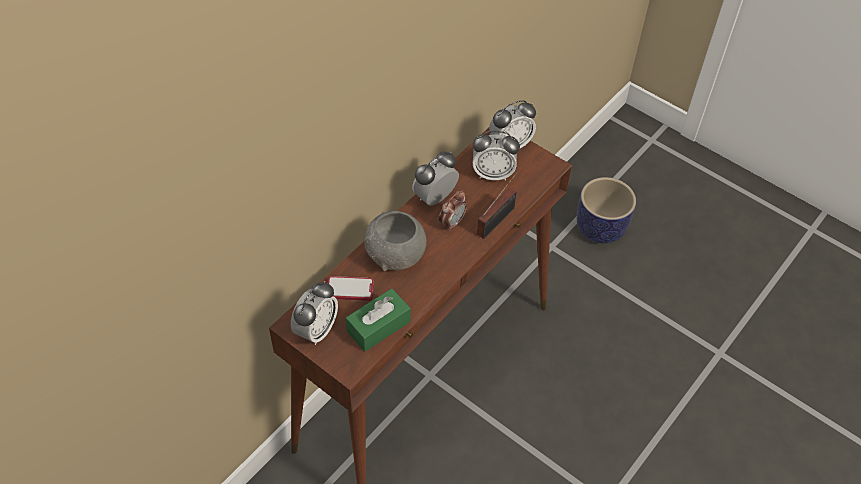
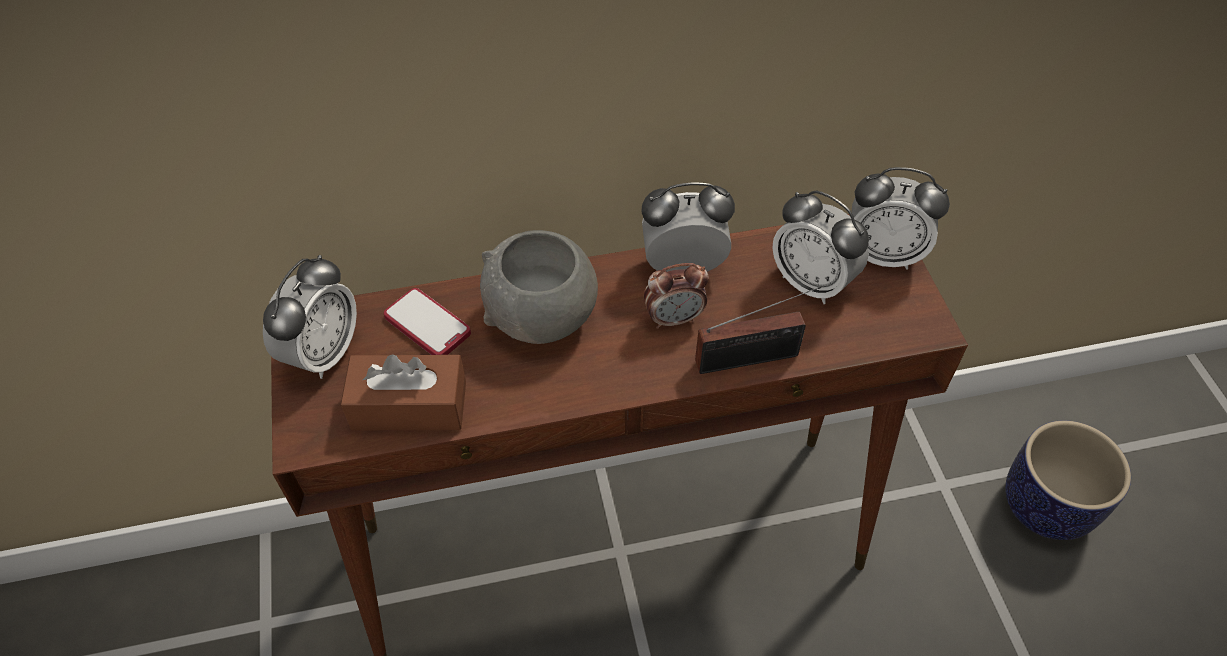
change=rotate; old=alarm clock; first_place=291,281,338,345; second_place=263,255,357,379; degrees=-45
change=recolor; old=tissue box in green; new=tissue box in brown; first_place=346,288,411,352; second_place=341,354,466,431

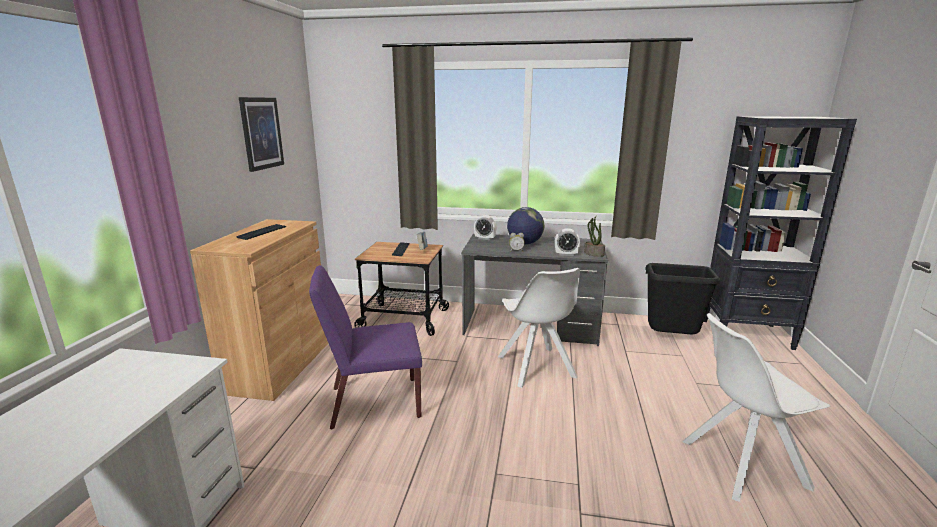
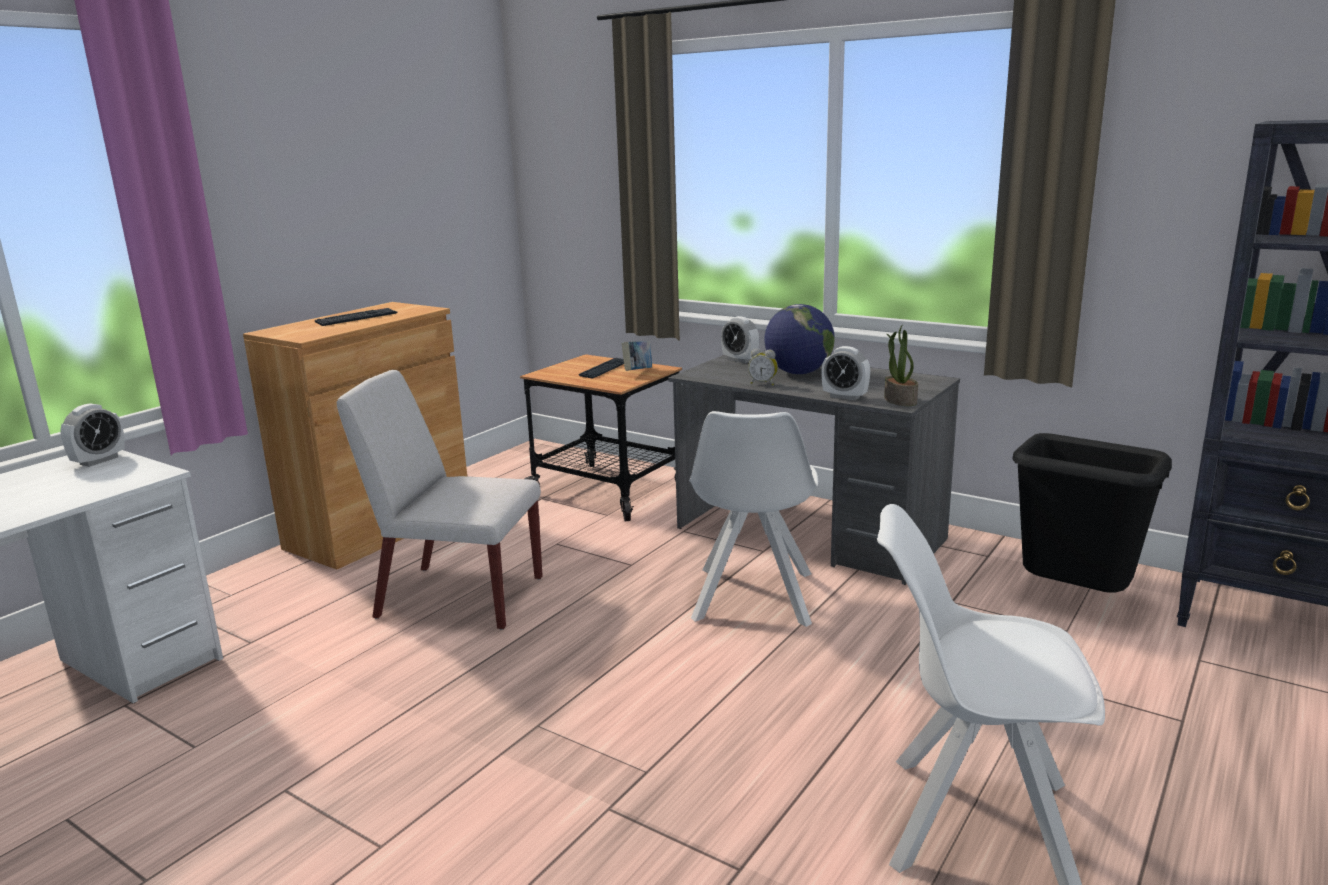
change=insert; new=alarm clock; second_place=60,403,125,467
change=recolor; old=chair in purple; new=chair in white; first_place=309,265,422,429; second_place=337,370,543,630
change=delete; old=picture; first_place=239,97,284,172

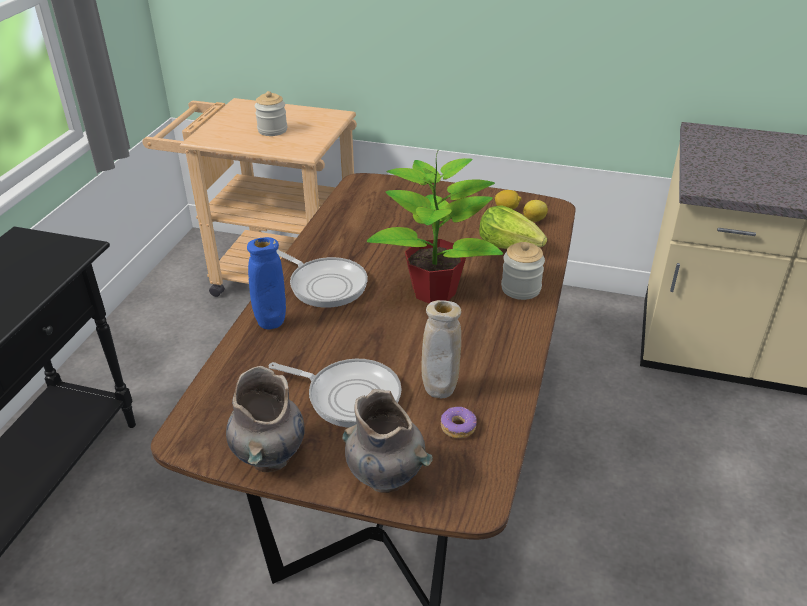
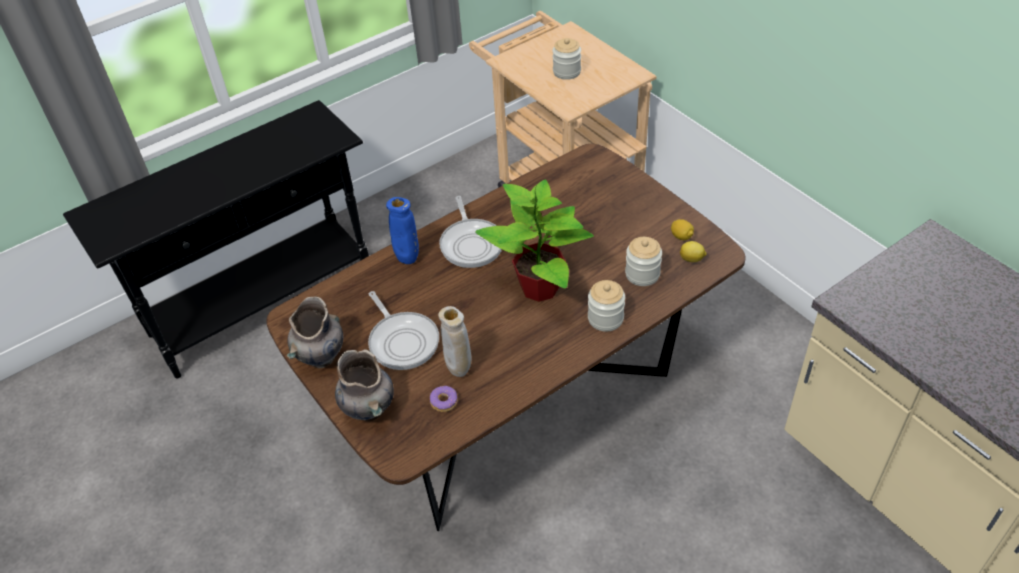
change=replace; old=lettuce; new=jar; first_place=479,205,547,249; second_place=625,237,662,286

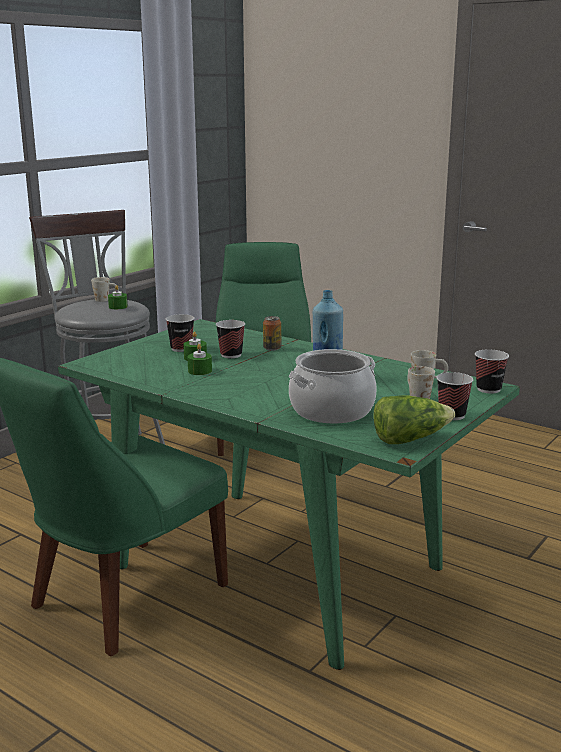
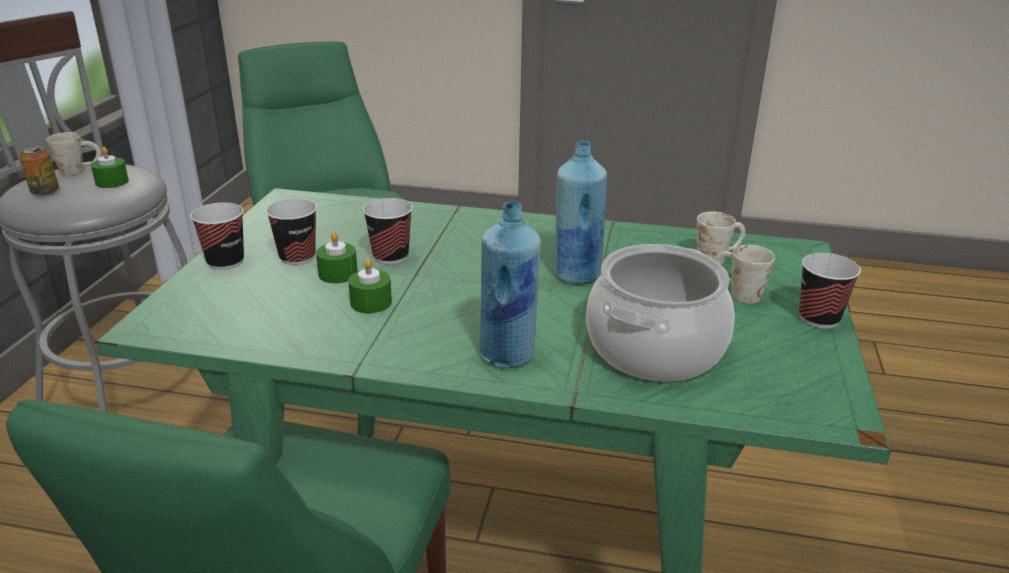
change=move; old=can; first_place=263,316,282,351; second_place=20,145,59,196
change=move; old=cup; first_place=475,349,509,394; second_place=191,202,244,270
change=insert; new=bottle in blue; second_place=479,202,541,368
change=delete; old=lettuce; first_place=373,395,455,444

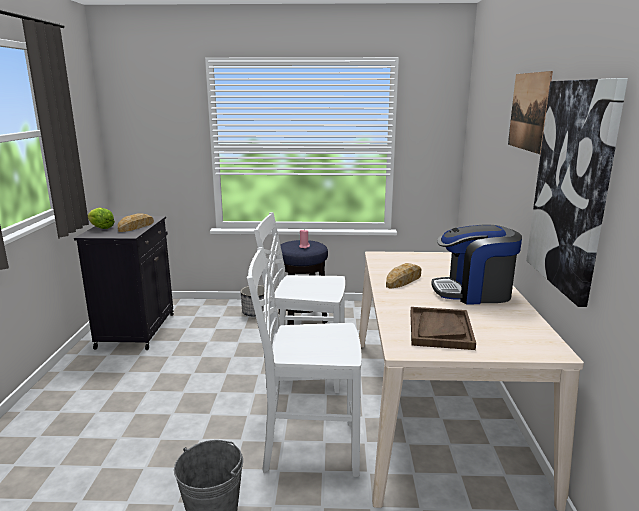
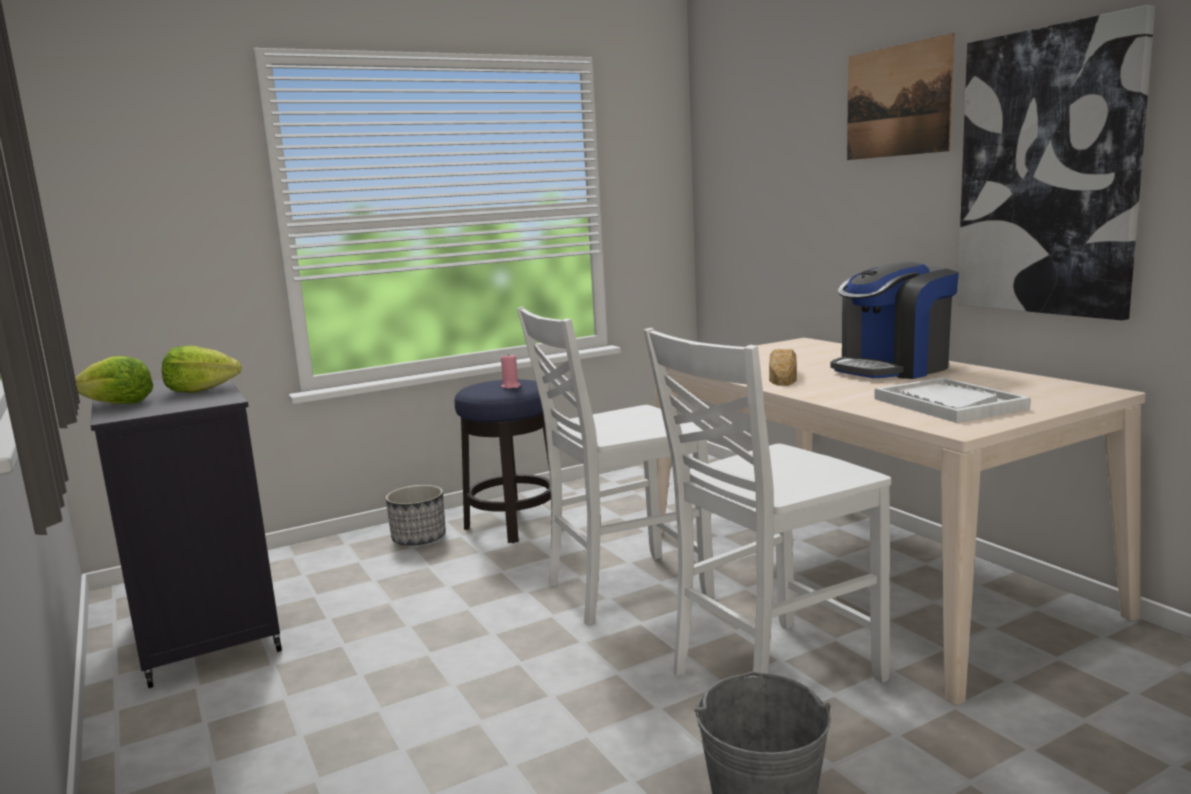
change=replace; old=bread; new=lettuce; first_place=117,213,154,232; second_place=162,345,241,392
change=recolor; old=tray in brown; new=tray in white; first_place=410,307,476,350; second_place=874,377,1031,423

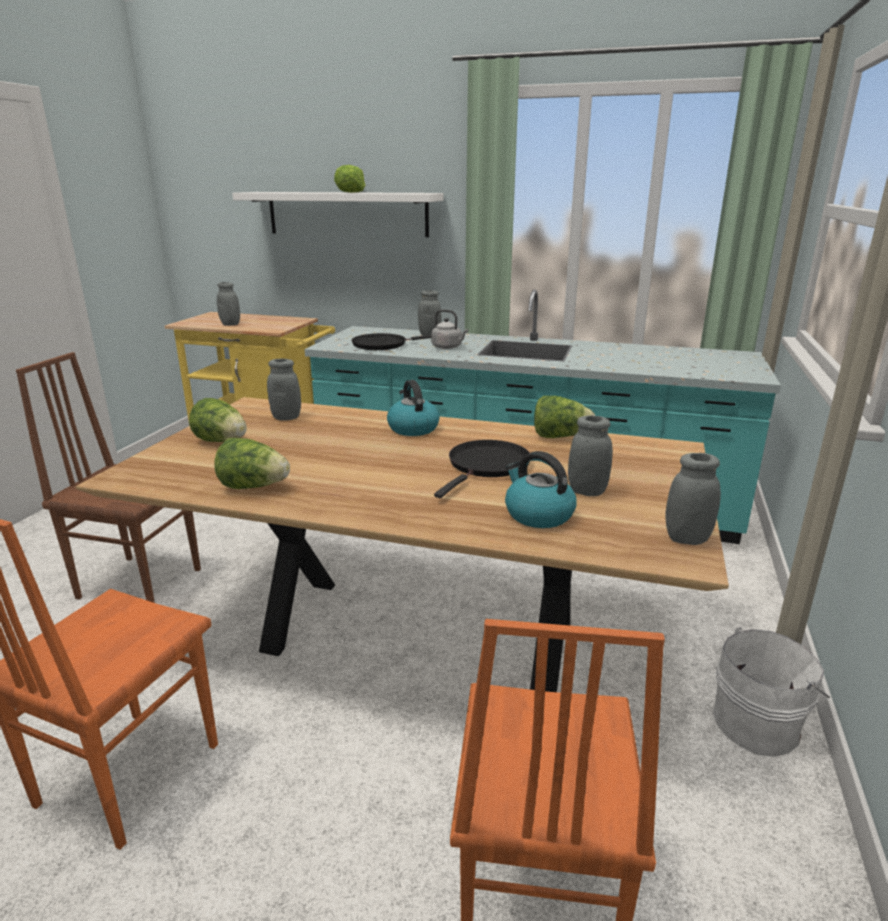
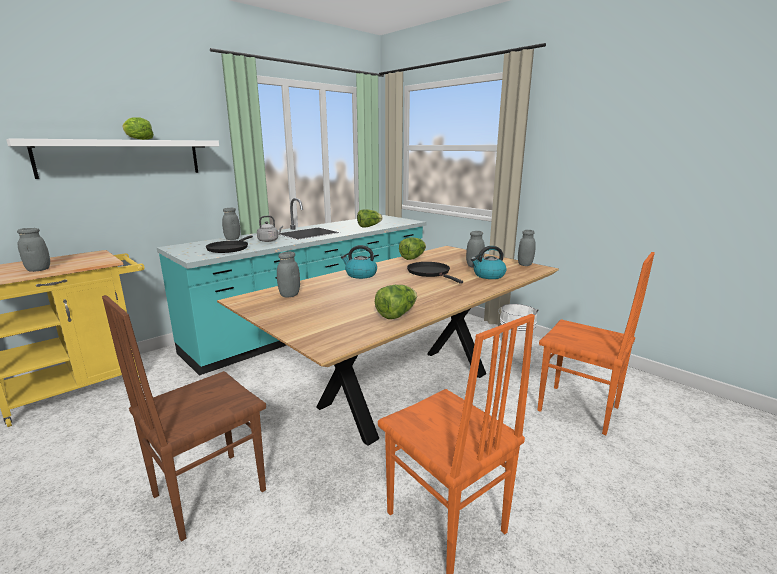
change=move; old=lettuce; first_place=189,398,247,442; second_place=357,209,382,228

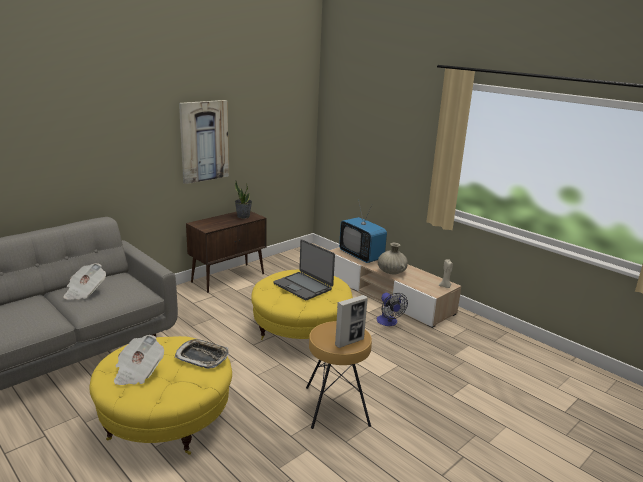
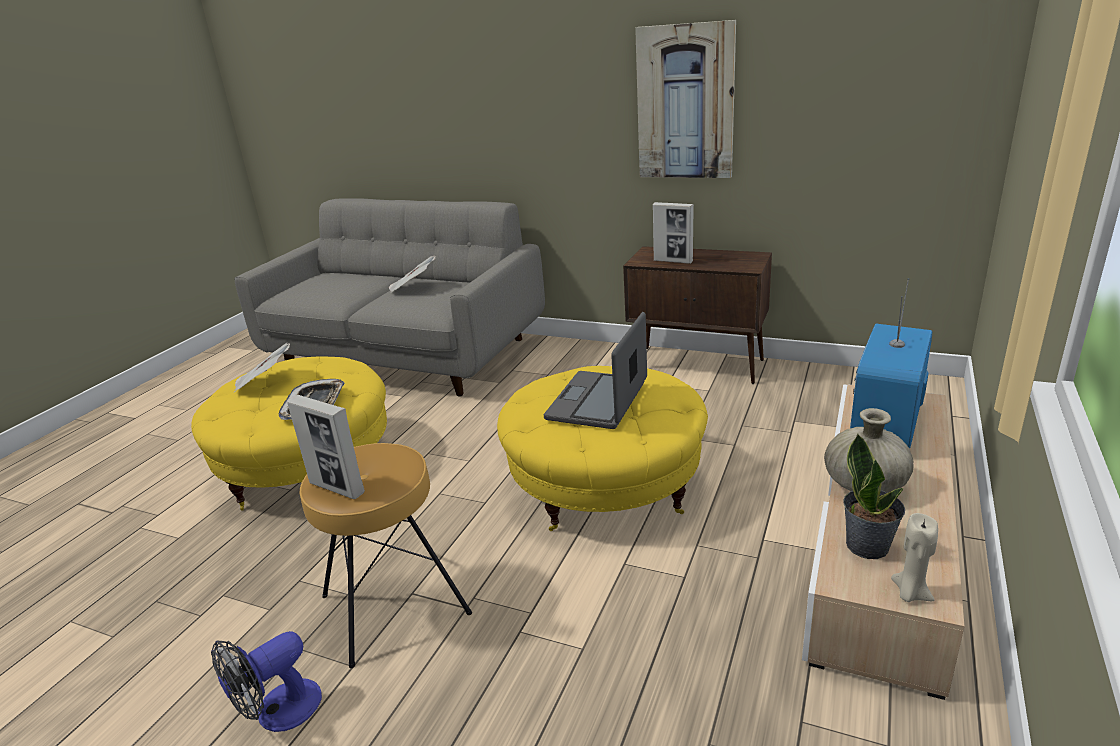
change=move; old=fan; first_place=377,293,408,326; second_place=211,631,322,732
change=insert; new=picture frame; second_place=653,202,694,264
change=move; old=potted plant; first_place=235,181,252,219; second_place=843,433,905,559

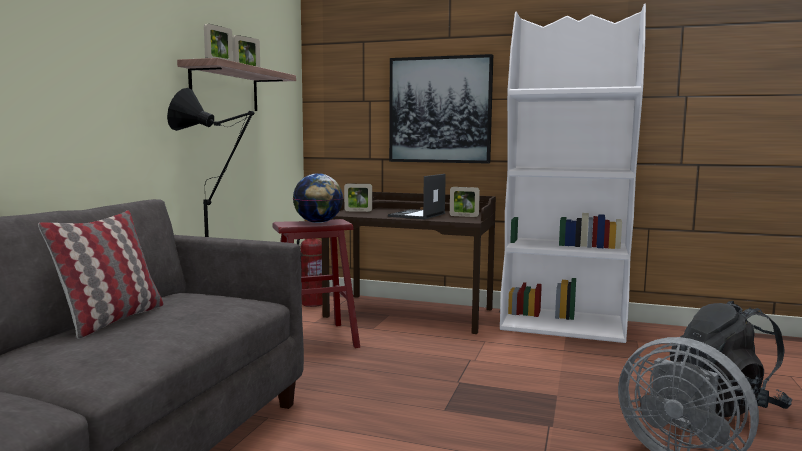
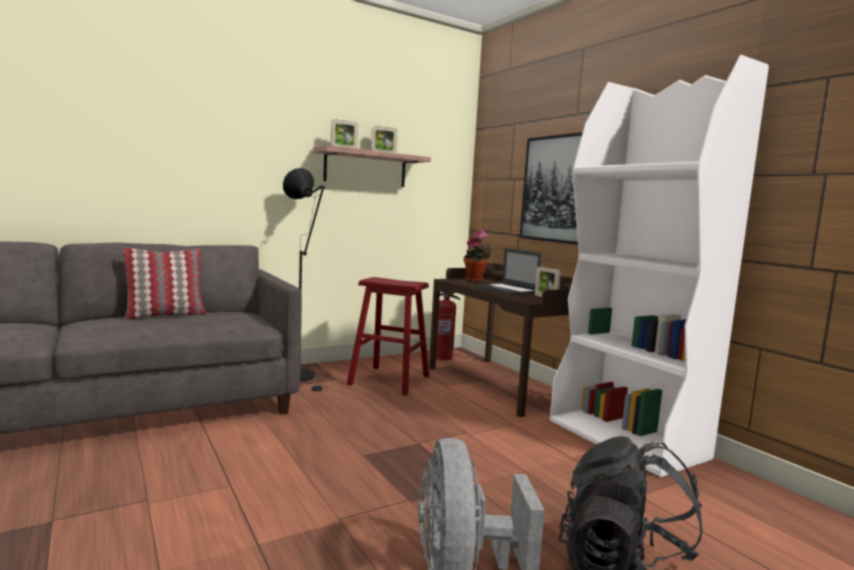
change=replace; old=picture frame; new=potted plant; first_place=344,184,372,212; second_place=464,230,493,282
change=rotate; old=laptop; first_place=388,174,446,219; second_place=476,248,542,295; degrees=-105
change=delete; old=globe; first_place=293,173,343,223

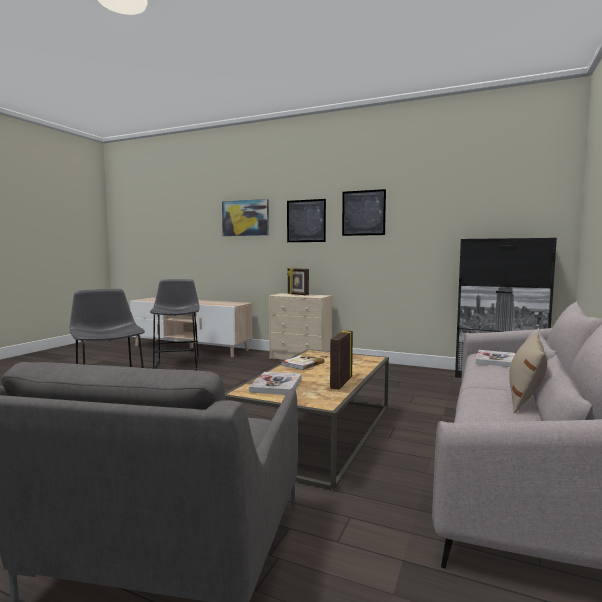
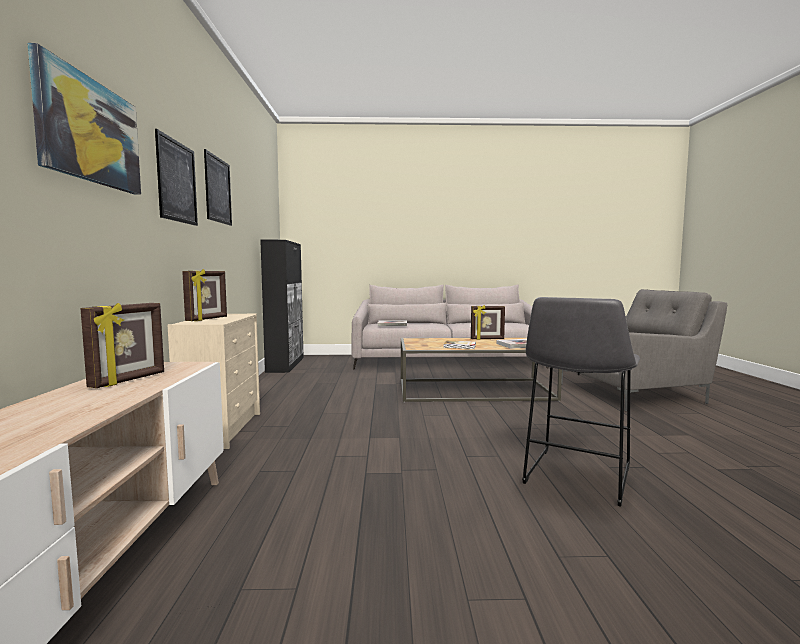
change=insert; new=picture frame; second_place=80,303,164,388
change=delete; old=stool in grey; first_place=150,279,200,370
change=delete; old=pillow in beige; first_place=509,332,547,413

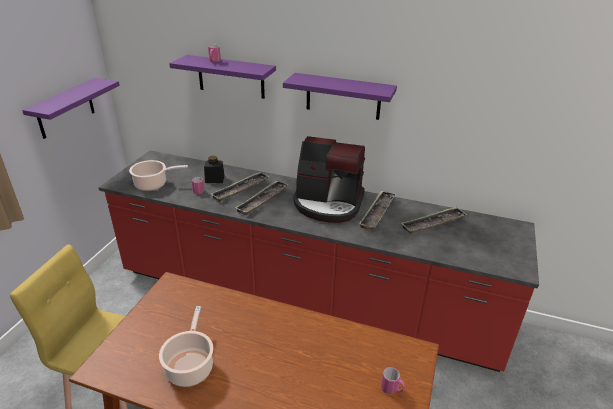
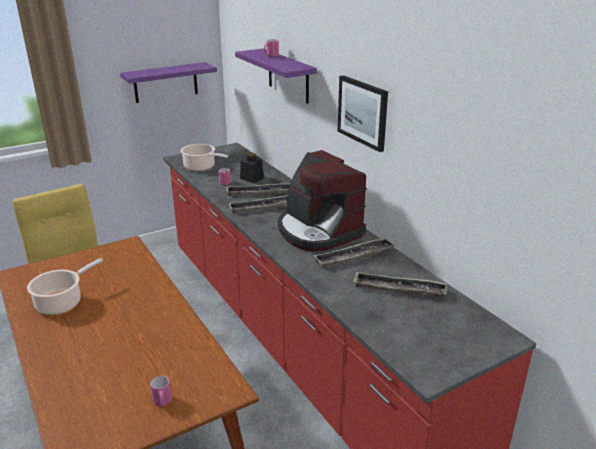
change=replace; old=shelf in purple; new=picture; first_place=283,73,397,120; second_place=338,75,388,152

